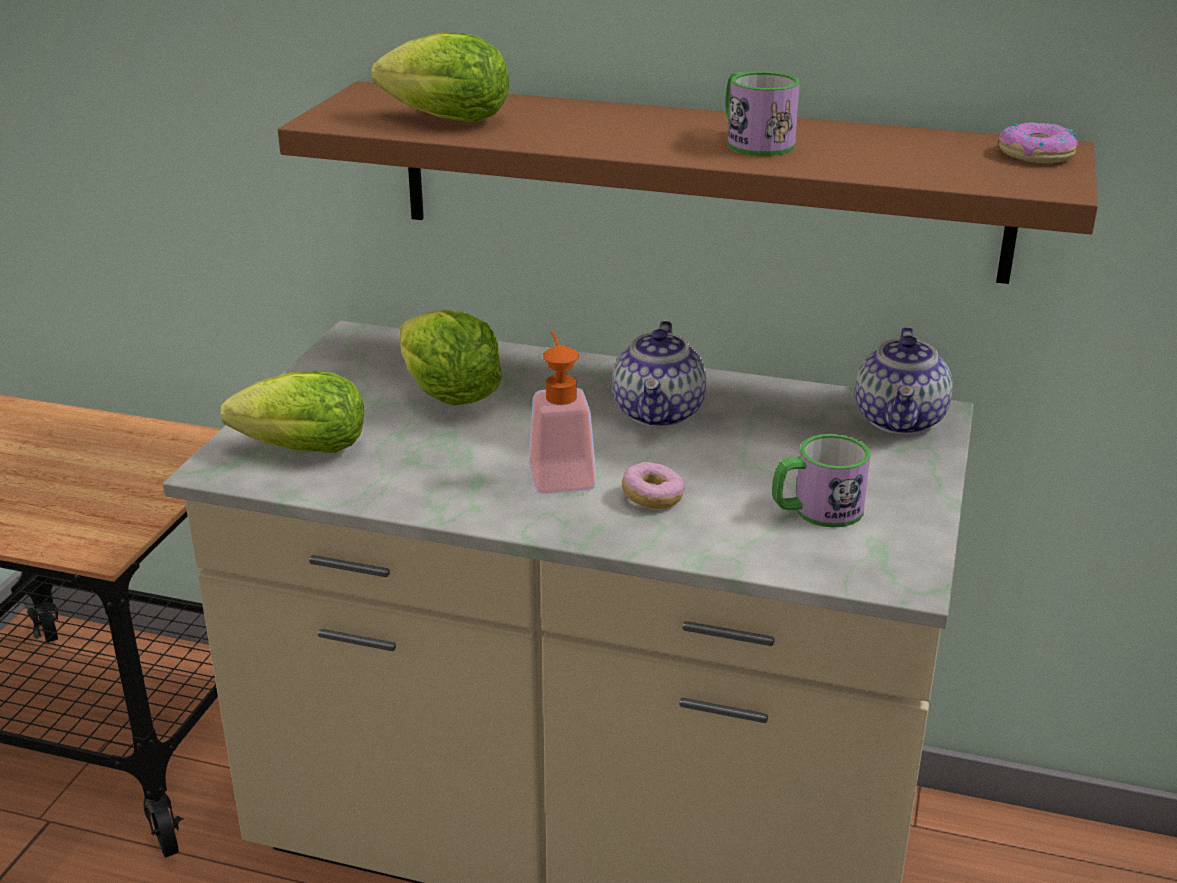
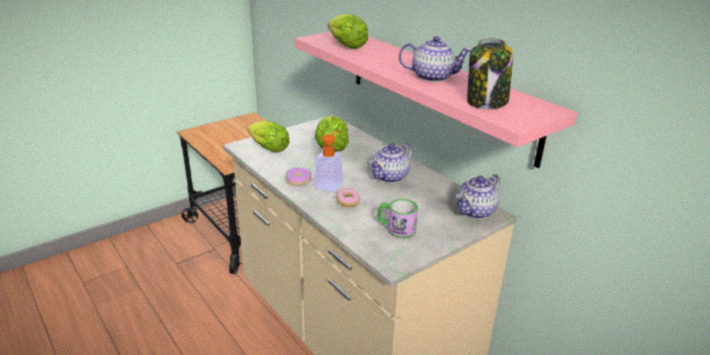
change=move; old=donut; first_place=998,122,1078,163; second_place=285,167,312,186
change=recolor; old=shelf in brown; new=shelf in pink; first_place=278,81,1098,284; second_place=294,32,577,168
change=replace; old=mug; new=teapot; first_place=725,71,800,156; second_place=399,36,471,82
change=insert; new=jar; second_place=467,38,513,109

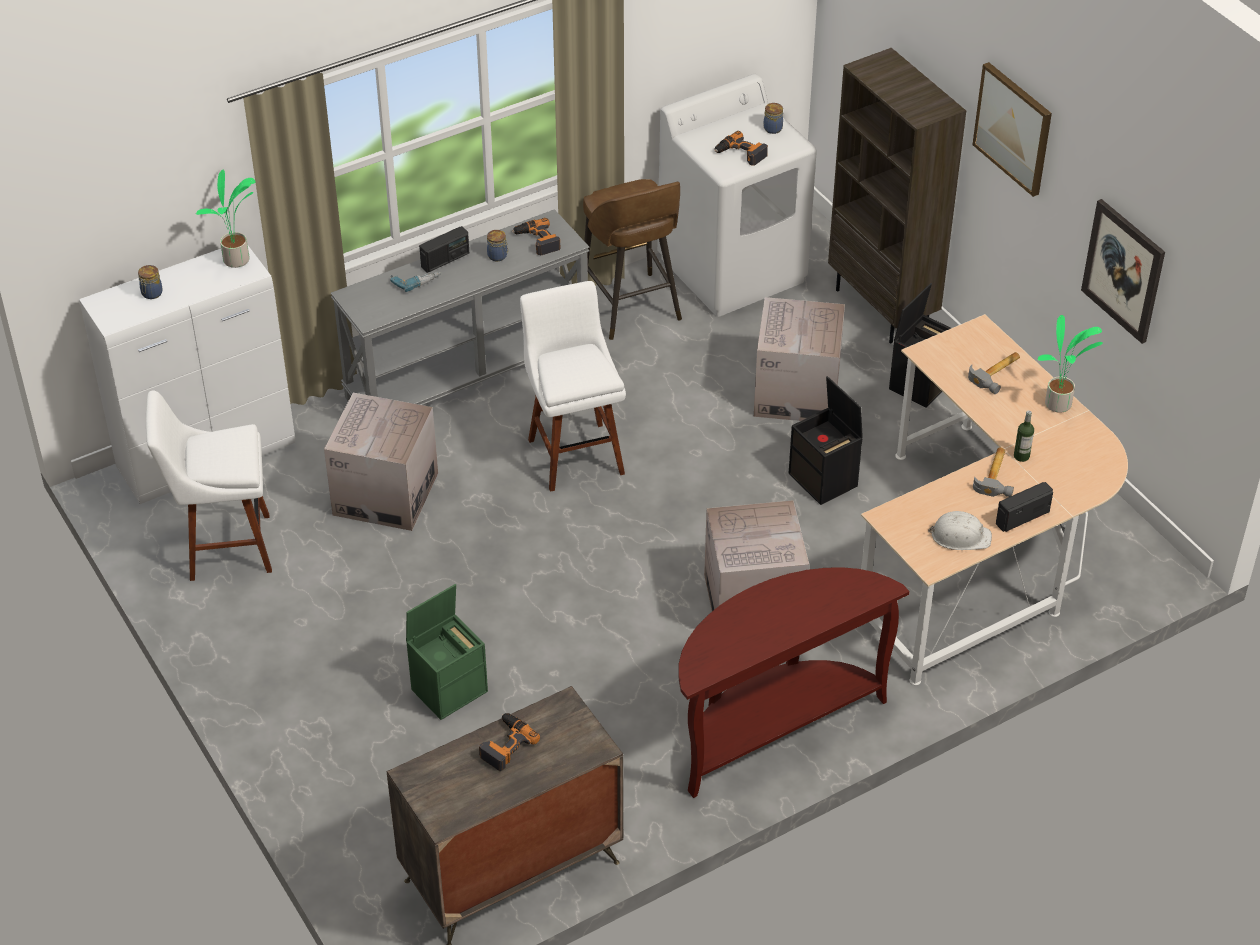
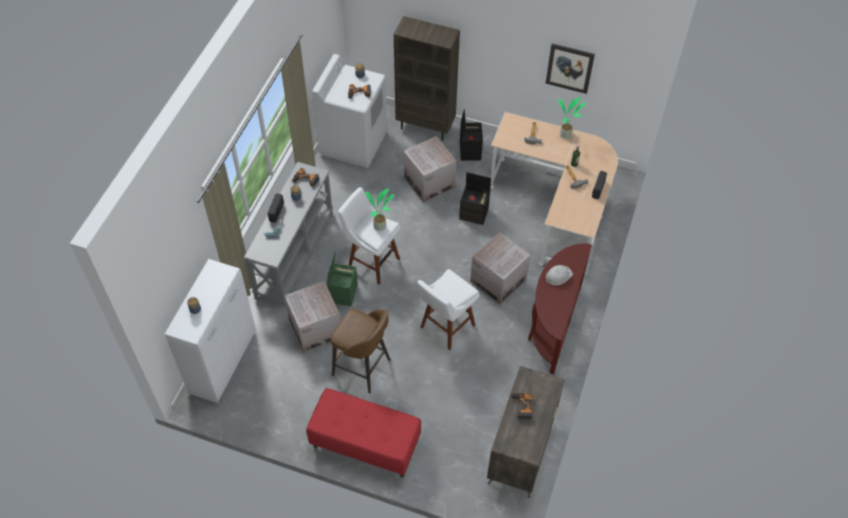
change=insert; new=bench in red; second_place=306,388,421,478
change=move; old=storage box in green; first_place=406,584,488,720; second_place=327,250,358,306
change=move; old=stool in brown; first_place=583,179,682,340; second_place=331,309,391,393
change=move; old=potted plant; first_place=196,170,256,268; second_place=365,188,394,231
change=move; old=stool in white; first_place=146,390,272,581; second_place=417,269,480,350
change=move; old=hard hat in white; first_place=928,511,992,550; second_place=546,265,573,285
change=delete; old=picture; first_place=972,62,1052,197

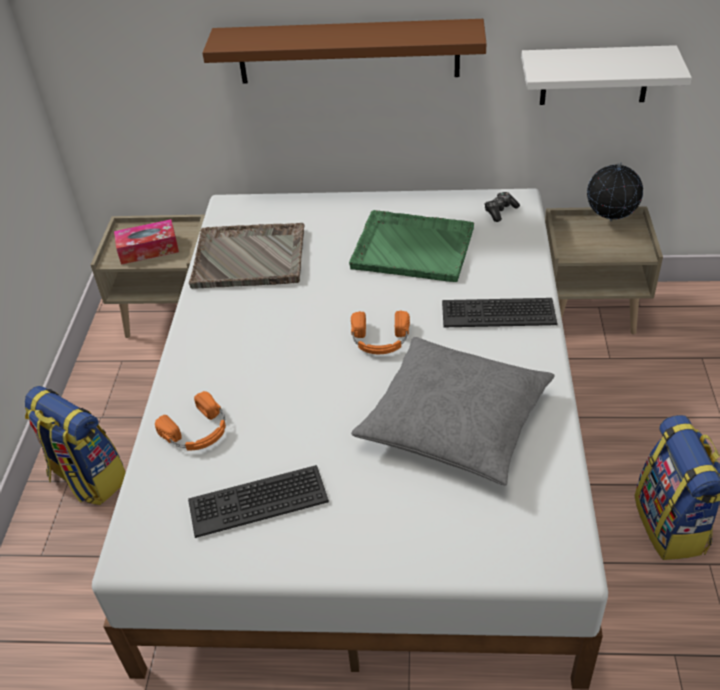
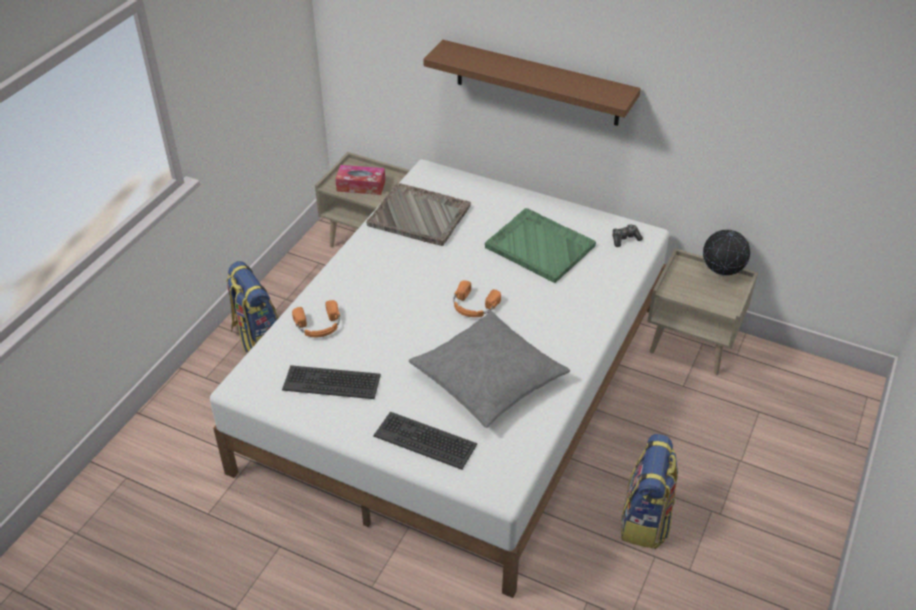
change=move; old=keyboard; first_place=442,298,558,327; second_place=373,412,477,470
change=delete; old=shelf in white; first_place=521,45,692,105

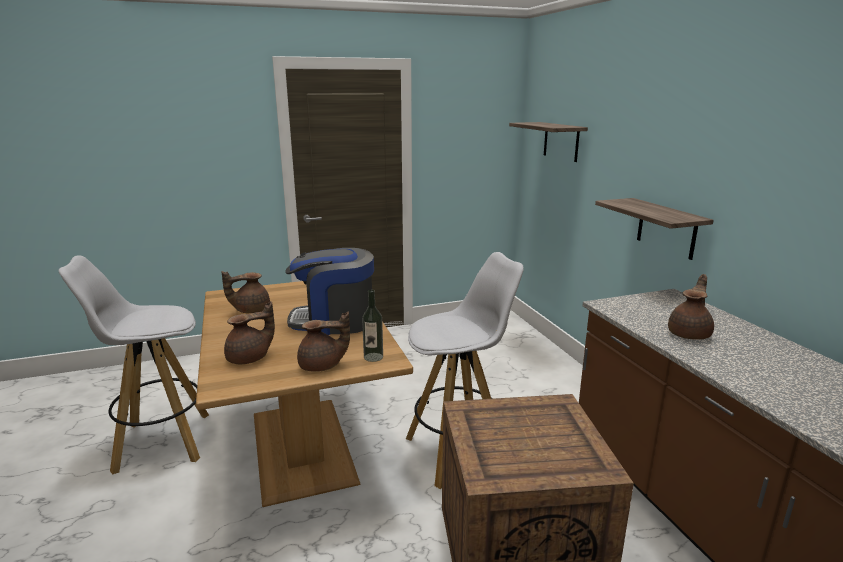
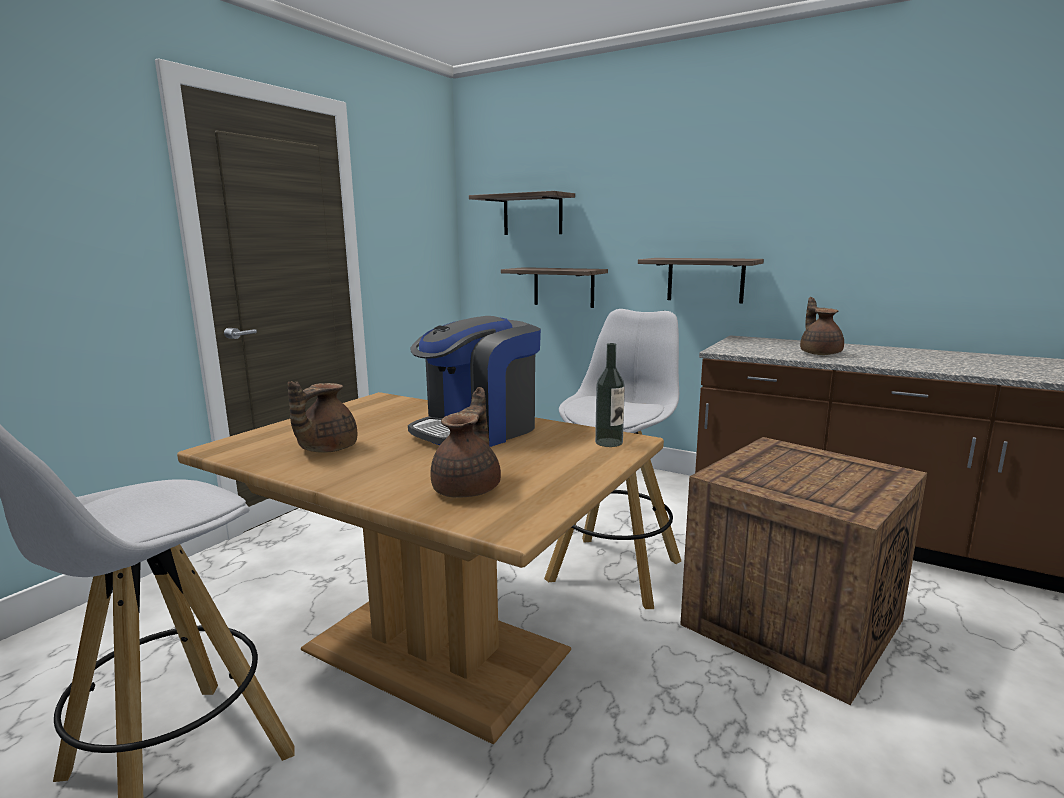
change=insert; new=shelf; second_place=501,267,608,308
change=delete; old=teapot in brown; first_place=297,312,350,372

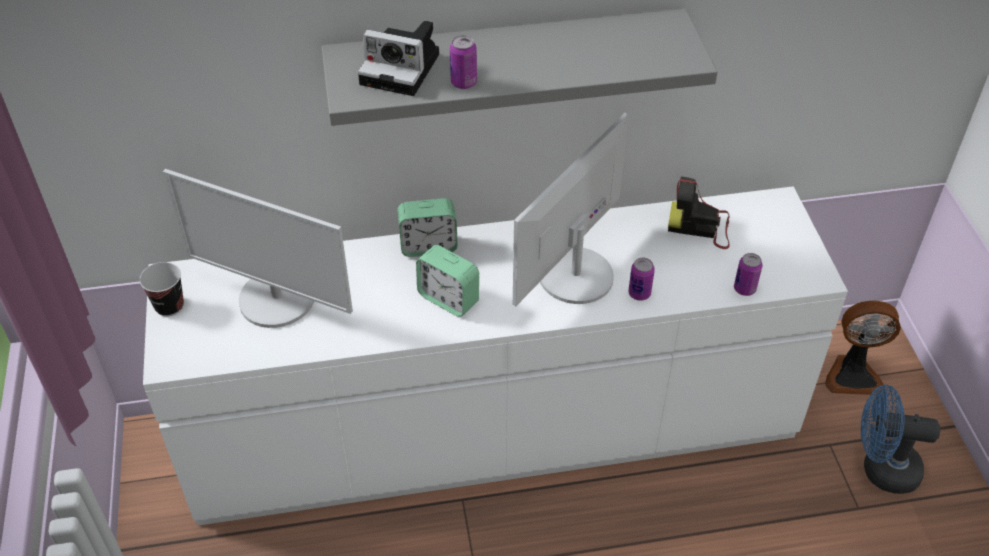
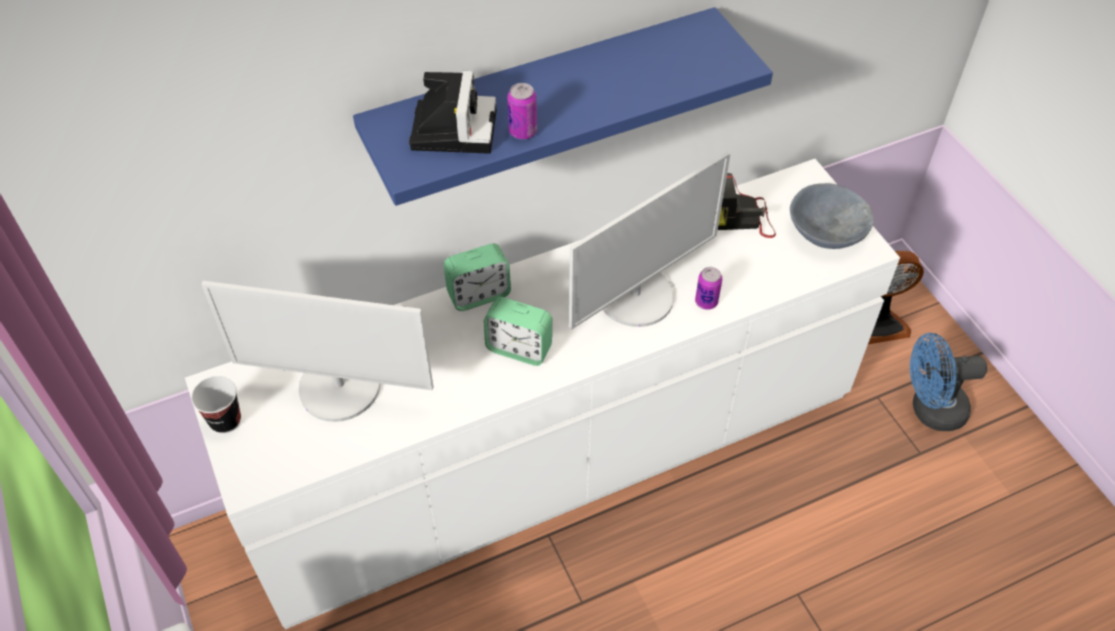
change=recolor; old=shelf in grey; new=shelf in blue; first_place=321,9,718,126; second_place=353,7,773,206
change=rotate; old=photo camera; first_place=358,21,439,96; second_place=409,71,497,154; degrees=-90
change=rotate; old=monitor; first_place=513,113,629,306; second_place=569,151,731,329; degrees=-150
change=insert; new=bowl in grey; second_place=790,183,874,249
change=delete; old=can; first_place=734,253,763,296

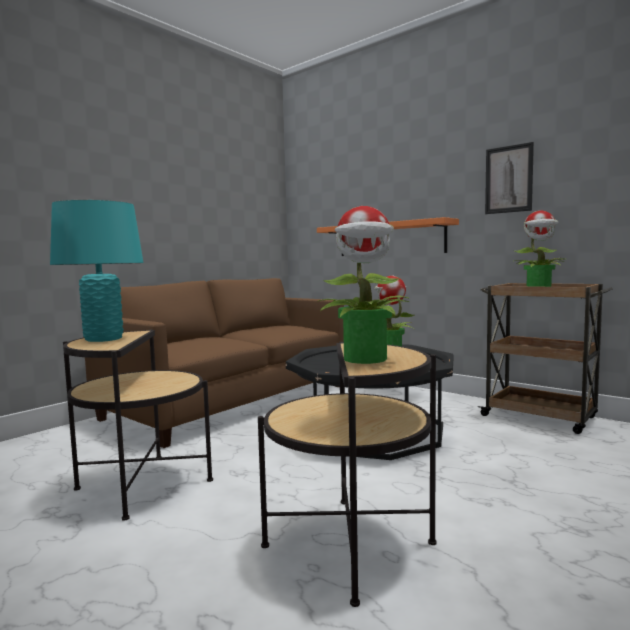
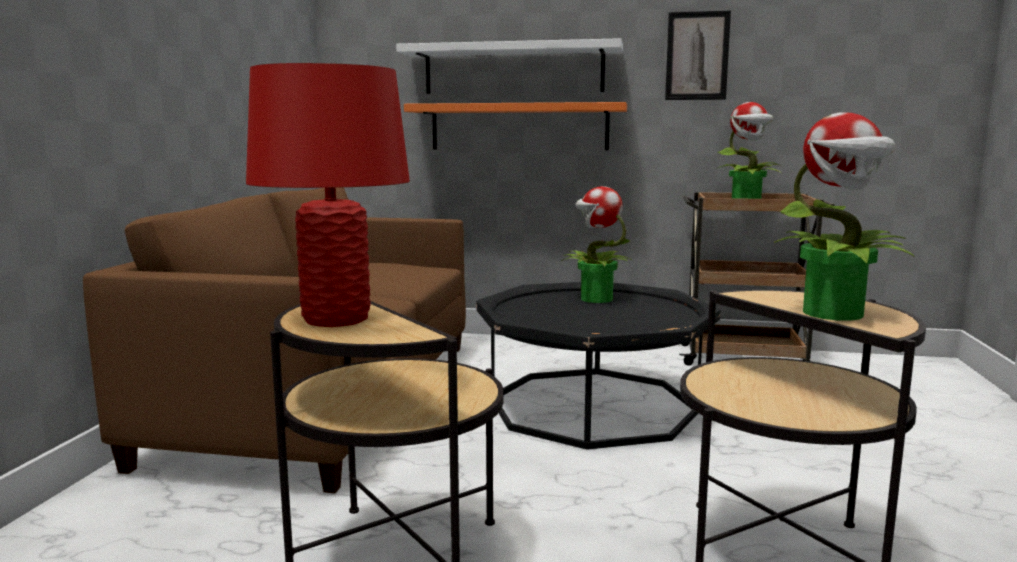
change=recolor; old=table lamp in turquoise; new=table lamp in red; first_place=50,200,144,342; second_place=246,63,410,327
change=insert; new=shelf in white; second_place=396,38,623,94

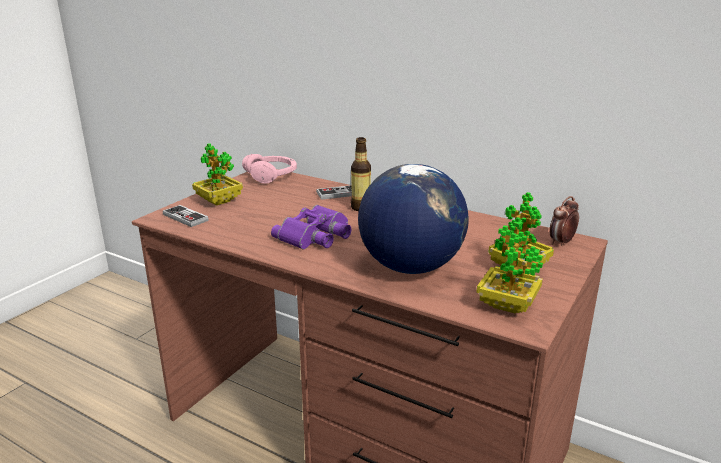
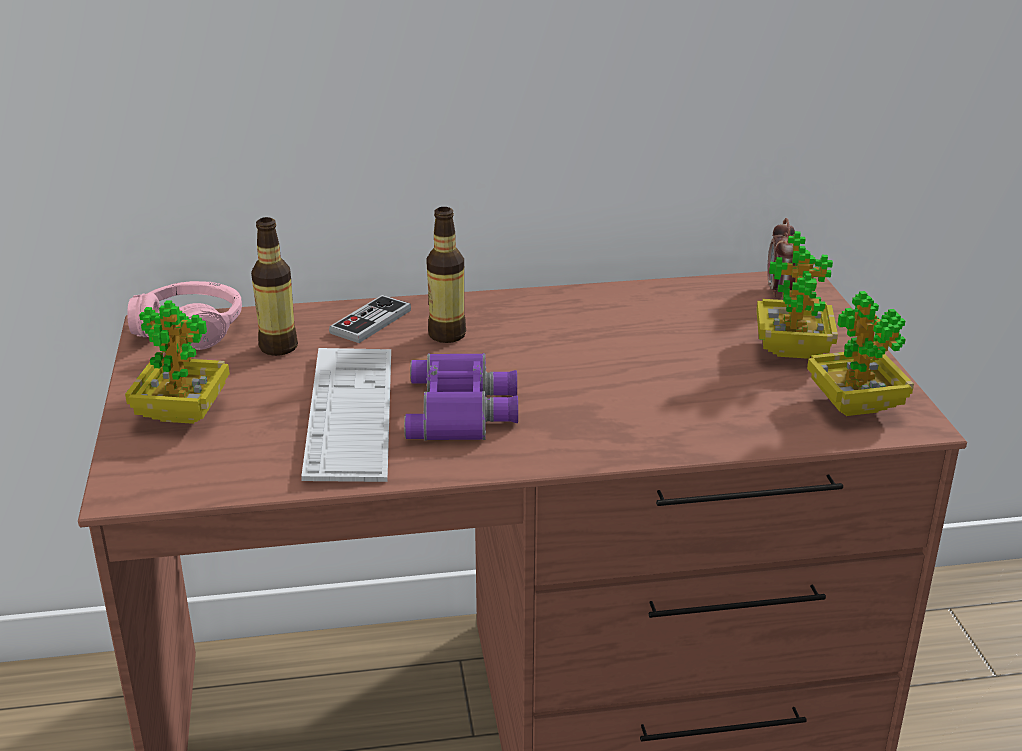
change=insert; new=bottle; second_place=251,217,298,356
change=insert; new=keyboard; second_place=301,348,391,482
change=delete; old=game controller; first_place=163,205,209,227
change=delete; old=globe; first_place=358,164,469,274

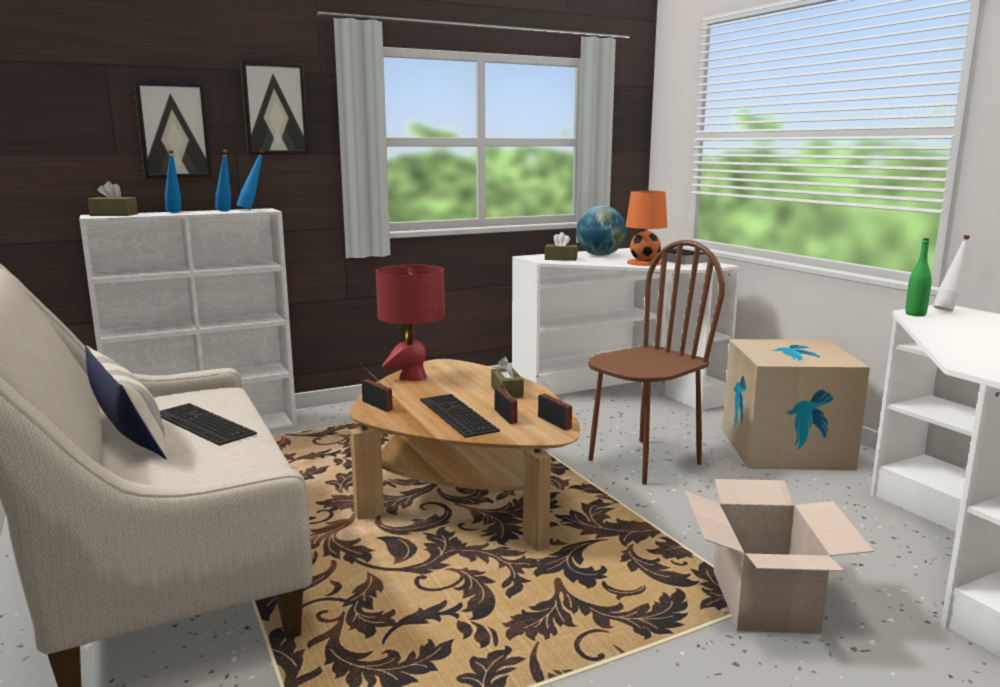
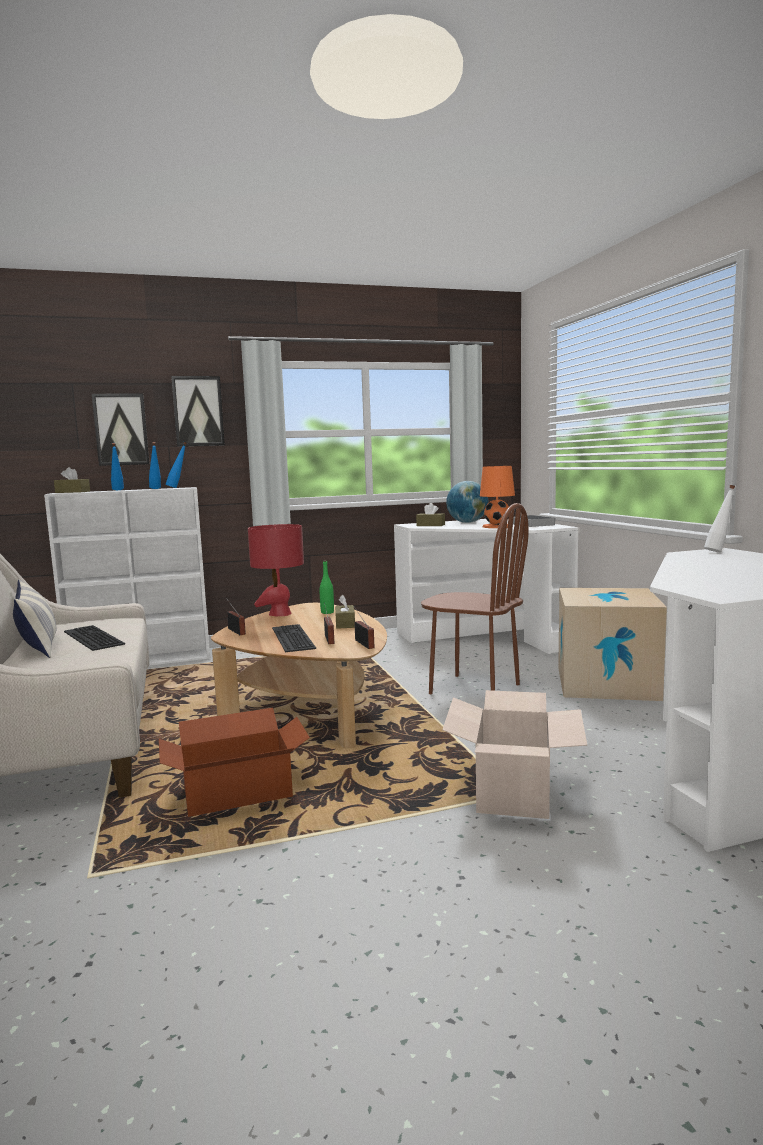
change=insert; new=cardboard box; second_place=159,708,310,817
change=move; old=bottle in green; first_place=905,238,932,316; second_place=320,560,334,614
change=rotate; old=chair in brown; first_place=588,240,725,485; second_place=421,503,529,694; degrees=60

